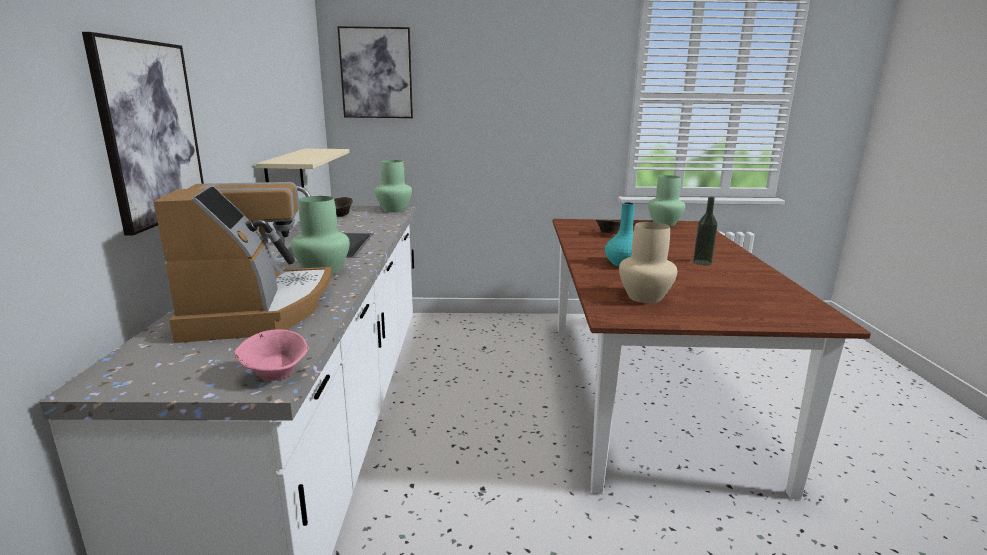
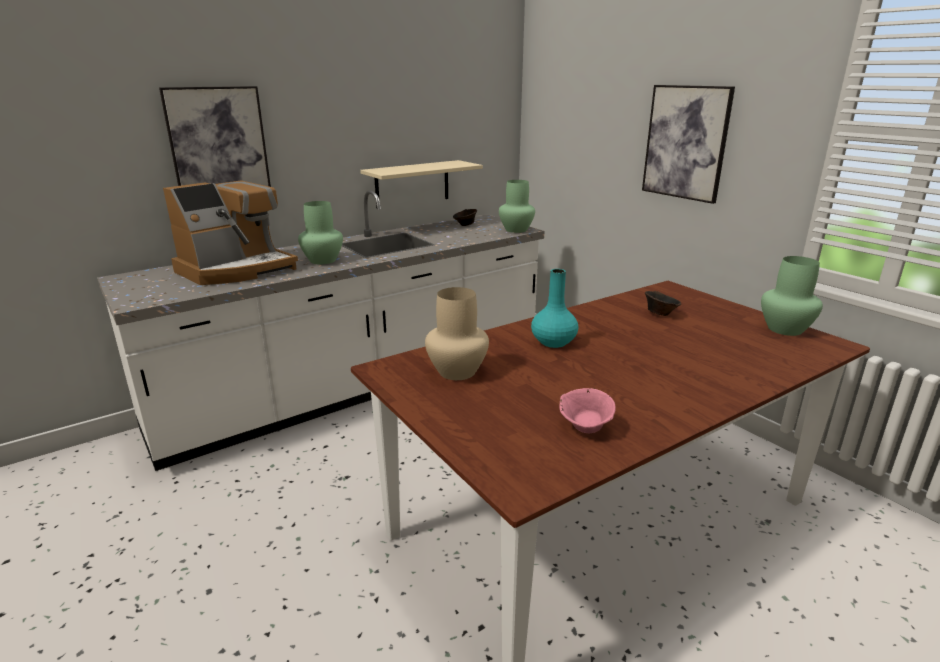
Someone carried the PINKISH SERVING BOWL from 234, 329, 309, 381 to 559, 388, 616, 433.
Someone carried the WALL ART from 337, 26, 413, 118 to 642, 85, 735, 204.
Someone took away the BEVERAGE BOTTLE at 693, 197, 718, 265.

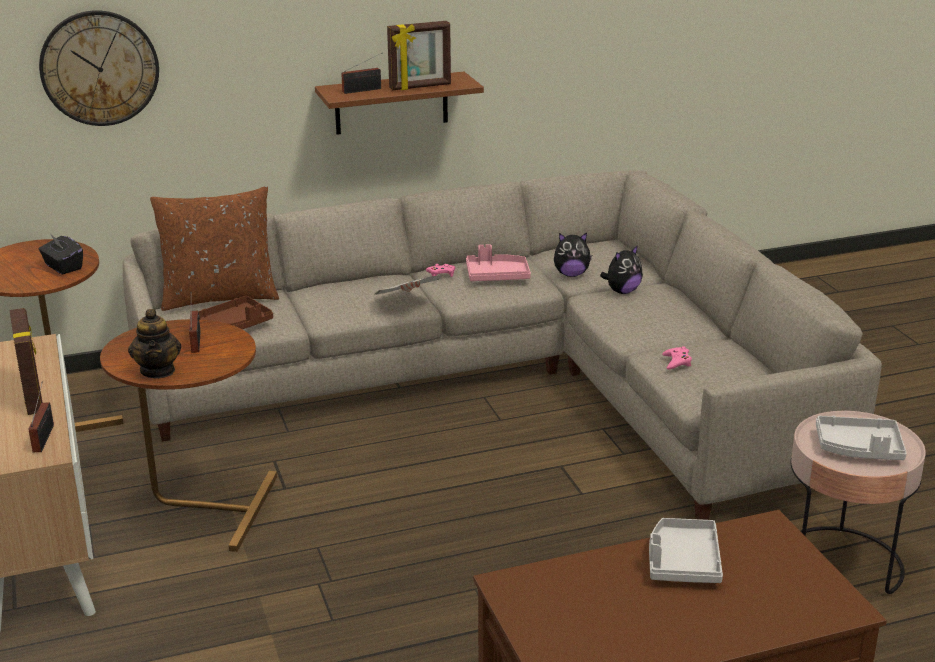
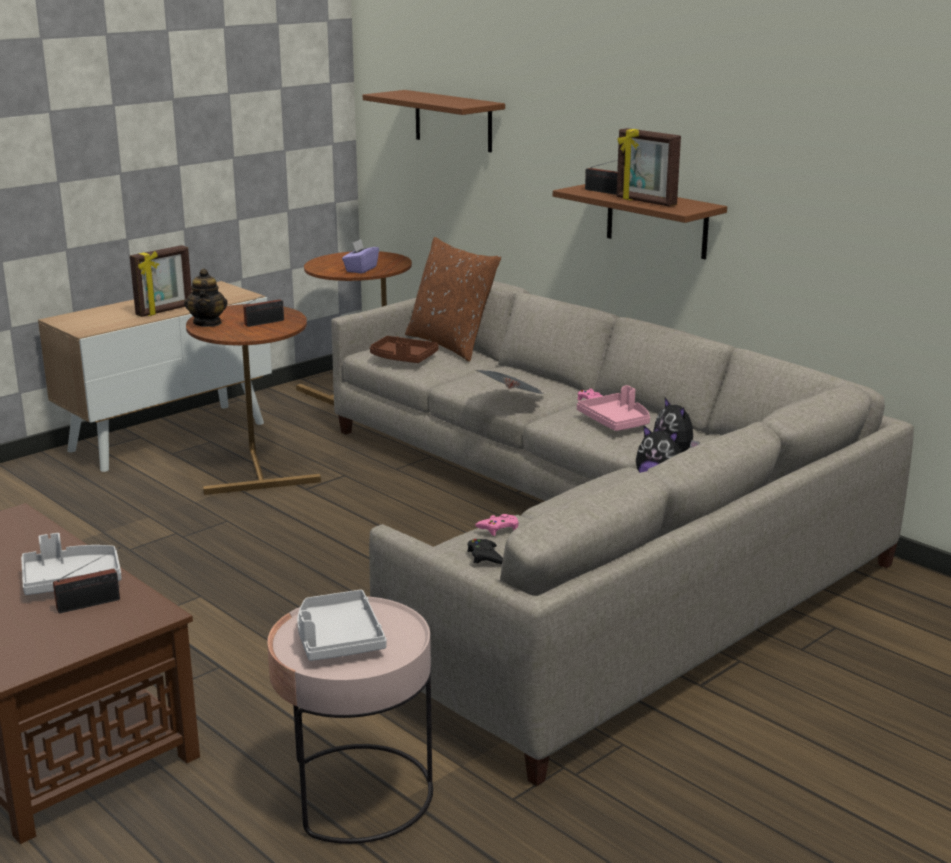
Someone carried the RADIO from 29, 381, 54, 452 to 53, 547, 120, 613.
Someone swapped the HANGING CLOCK at 39, 10, 159, 126 for the BROWN WALL SHELF at 363, 90, 505, 152.
Someone repainted the BLACKISH BOX OF TISSUES at 39, 235, 83, 274, which became the PURPLE BOX OF TISSUES at 342, 239, 379, 274.
Someone rotated the TEAPOT at 128, 309, 181, 378 by 60 degrees counterclockwise.
Someone put down the BLACKISH JOYPAD at 467, 539, 503, 564.

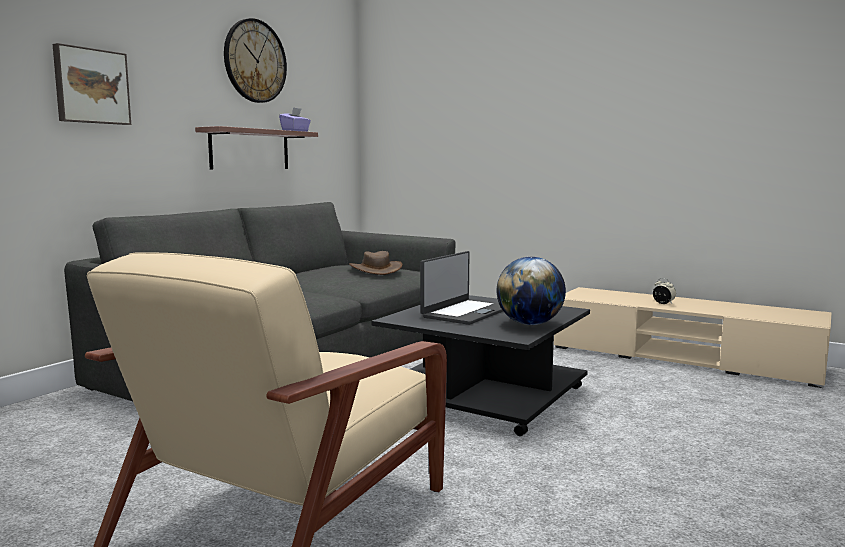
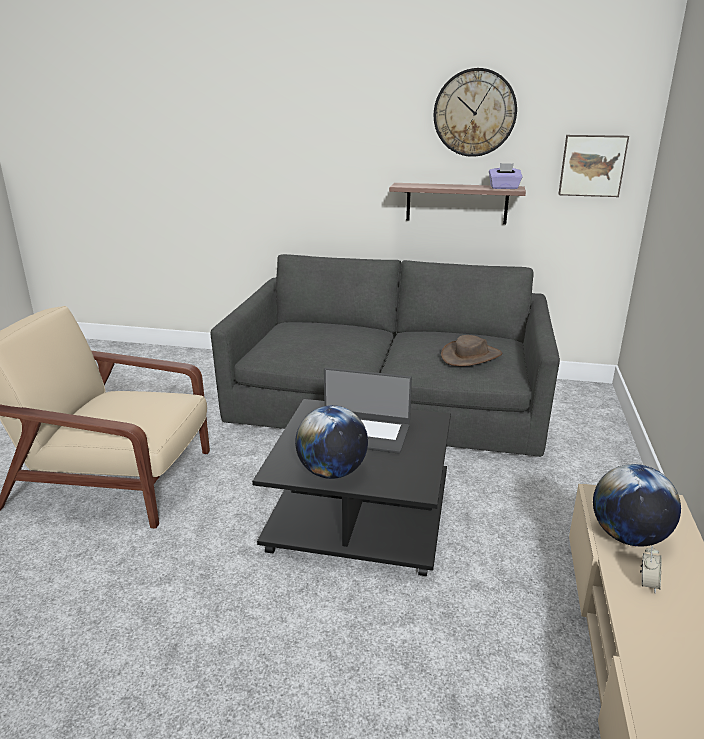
Someone carried the WALL ART from 53, 43, 131, 125 to 559, 135, 629, 197.
Someone put down the GLOBE at 593, 464, 681, 546.

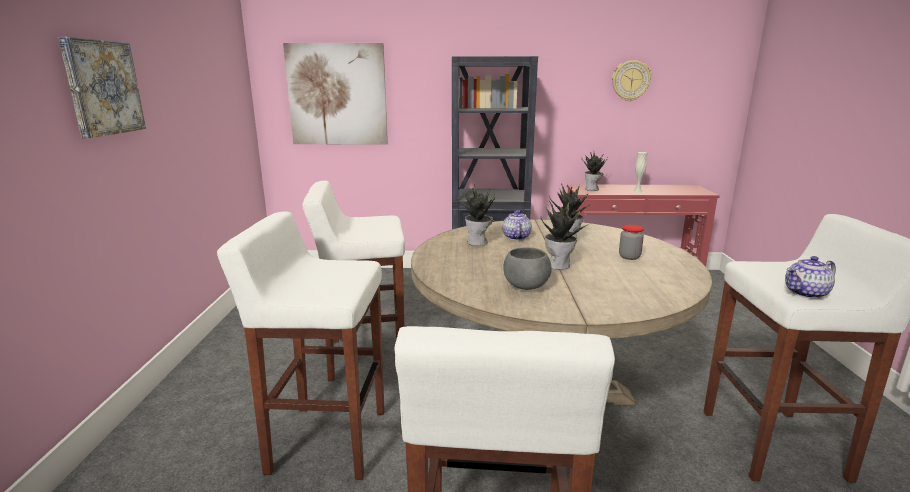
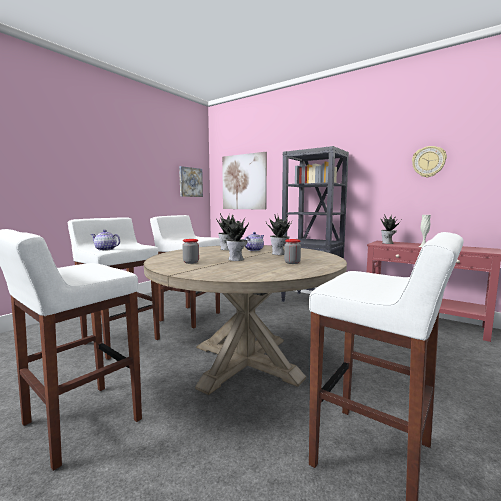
Someone carried the WALL ART from 58, 37, 146, 138 to 179, 166, 203, 197.
Someone swapped the GREYISH SERVING BOWL at 503, 247, 552, 290 for the PRESERVE JAR at 182, 239, 199, 264.
Someone carried the TEAPOT from 785, 256, 836, 299 to 91, 230, 120, 251.

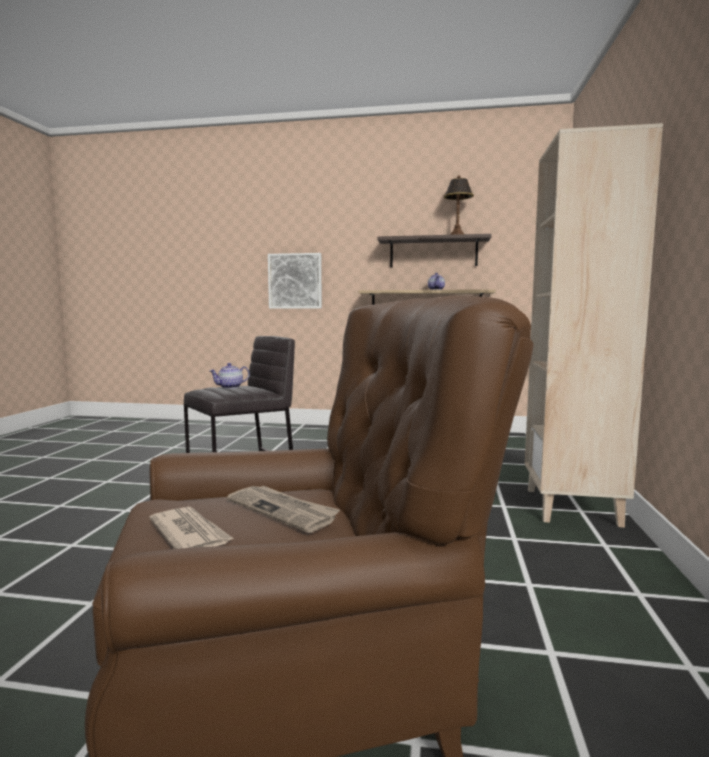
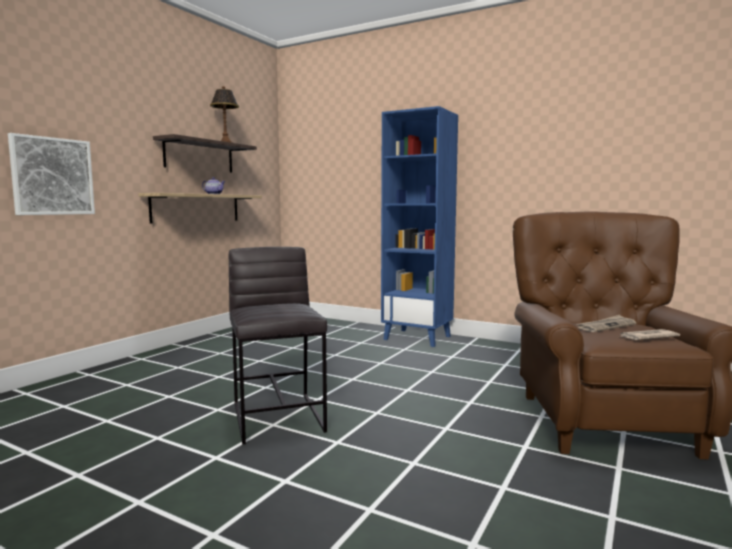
Someone took away the TEAPOT at 210, 363, 250, 389.
Someone repainted the SAND-COLOURED BOOKCASE at 525, 123, 663, 528, which became the BLUE-COLOURED BOOKCASE at 381, 106, 458, 347.

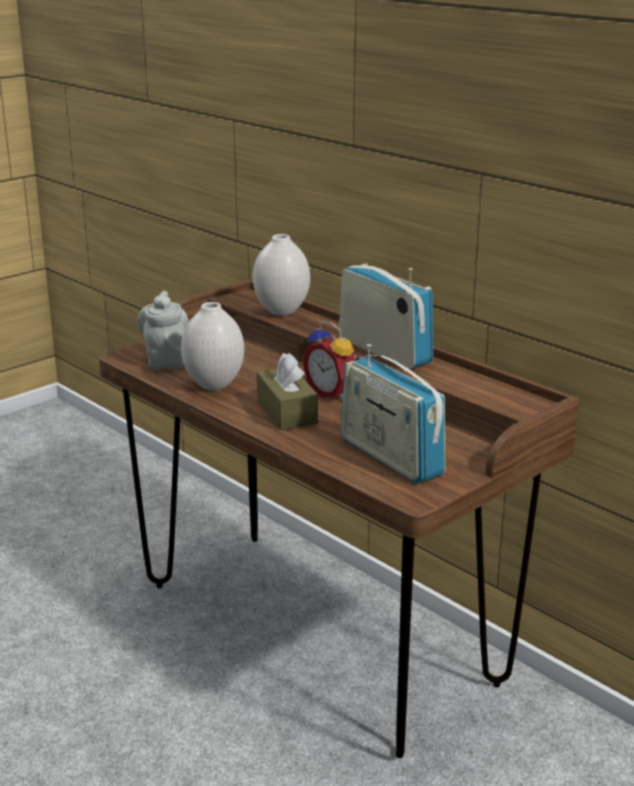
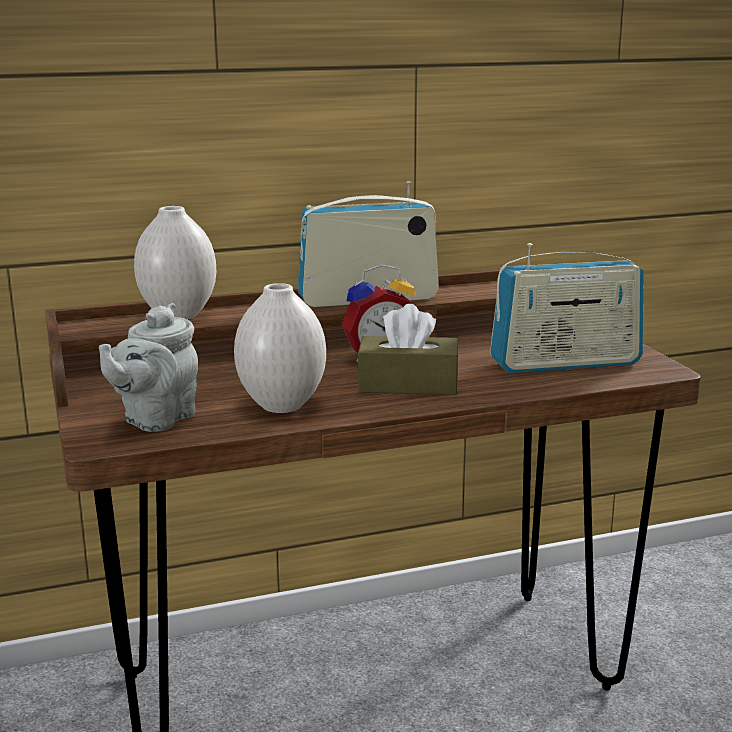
Someone rotated the GREYISH TEAPOT at 137, 291, 189, 369 by 75 degrees counterclockwise.

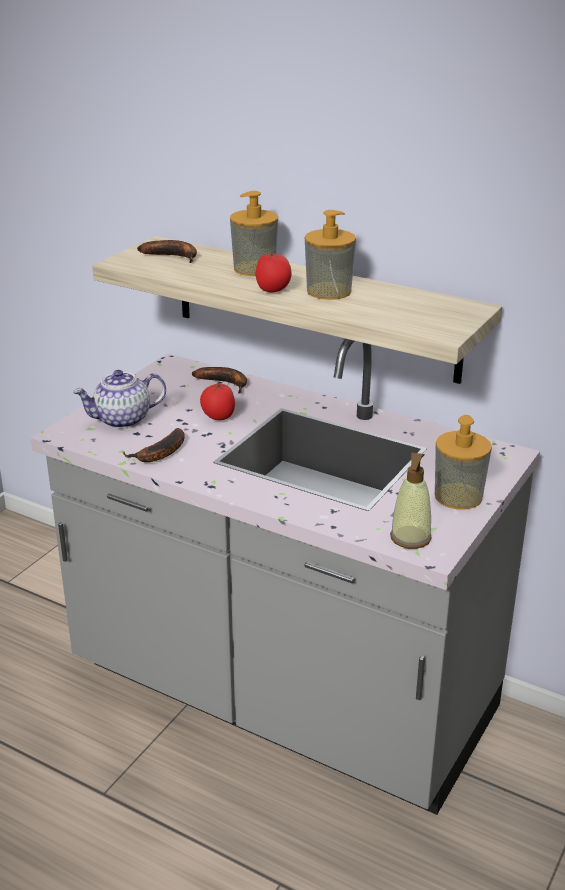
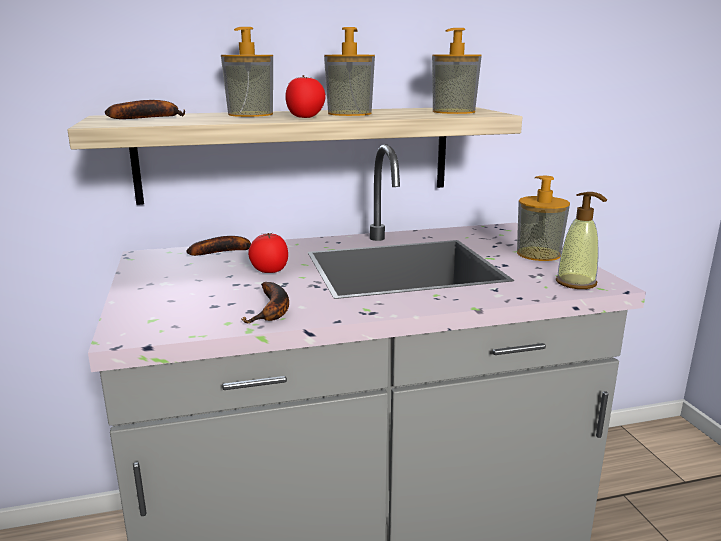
Someone took away the TEAPOT at 73, 370, 166, 429.
Someone put down the LIQUID SOAP BOTTLE at 432, 28, 482, 114.

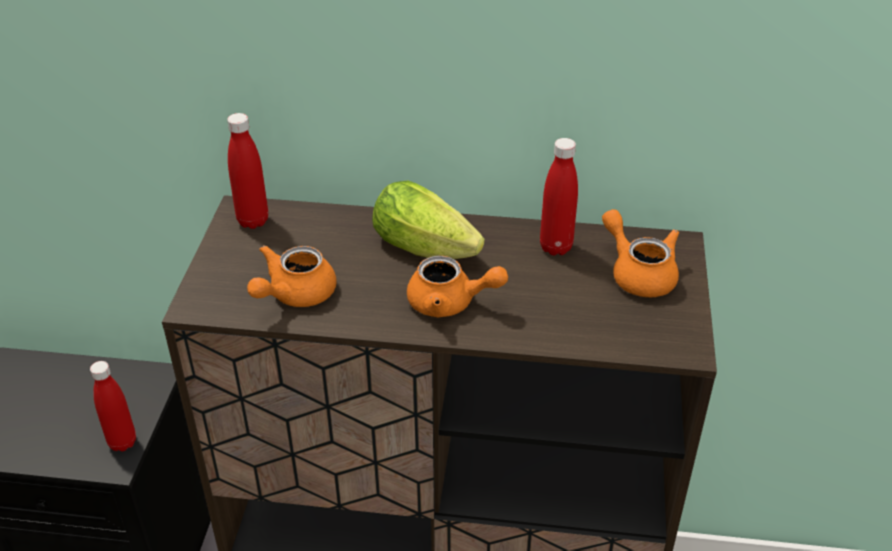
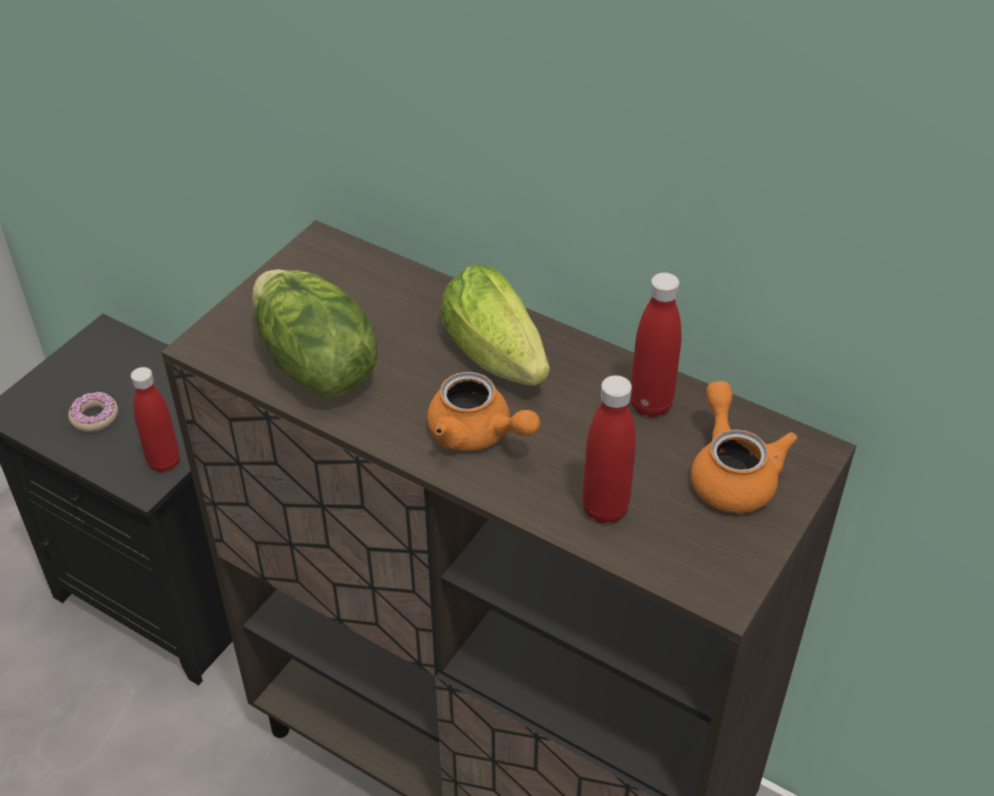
Someone carried the RED BEVERAGE BOTTLE from 227, 113, 268, 229 to 582, 375, 636, 524.
Someone swapped the ORANGE TEAPOT at 247, 245, 336, 307 for the HEAD OF LETTUCE at 252, 269, 377, 398.
Someone put down the DONUT at 68, 392, 118, 432.

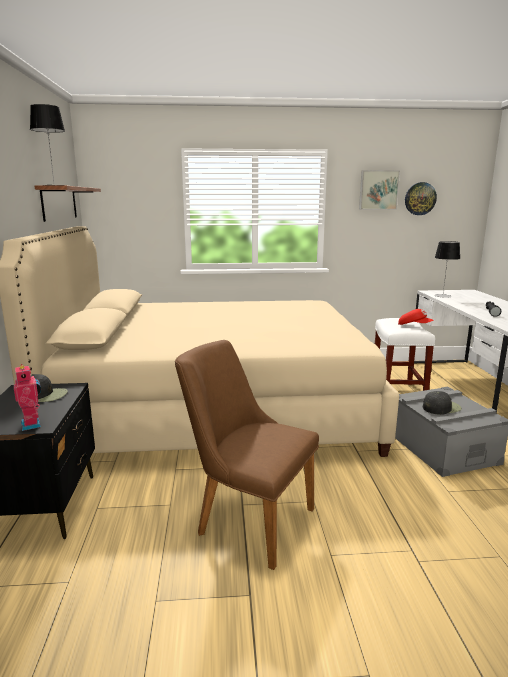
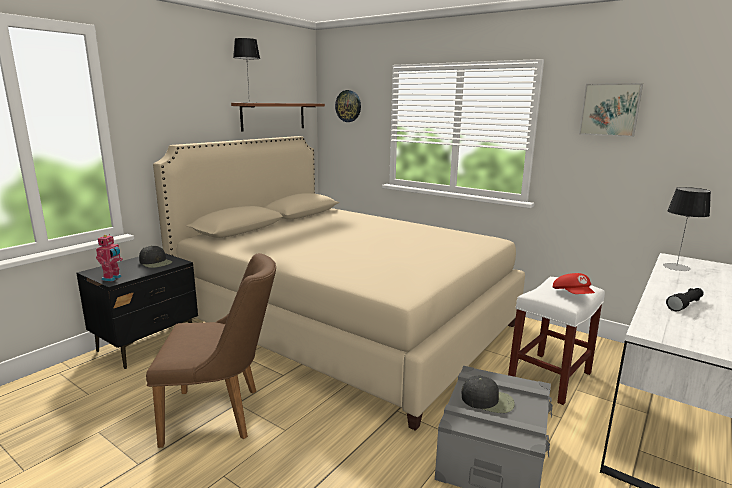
Someone rotated the BROWN UPRIGHT CHAIR at 175, 340, 319, 570 by 105 degrees clockwise.
Someone carried the HANGING CLOCK from 405, 182, 437, 215 to 335, 90, 361, 122.

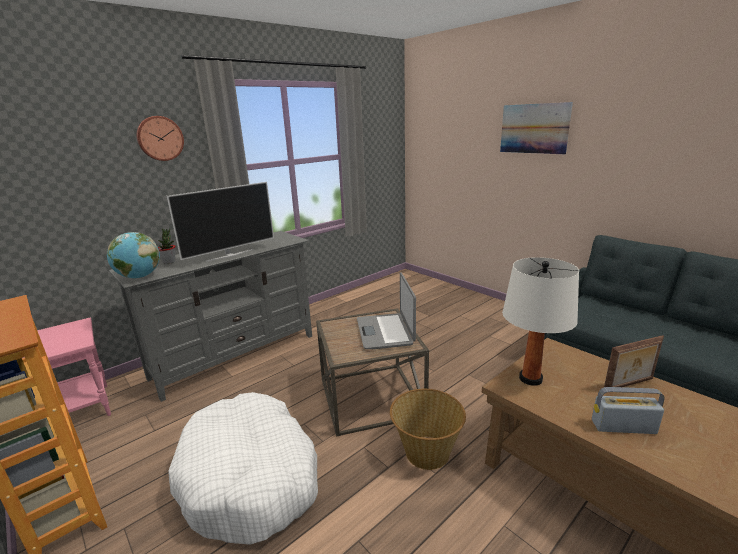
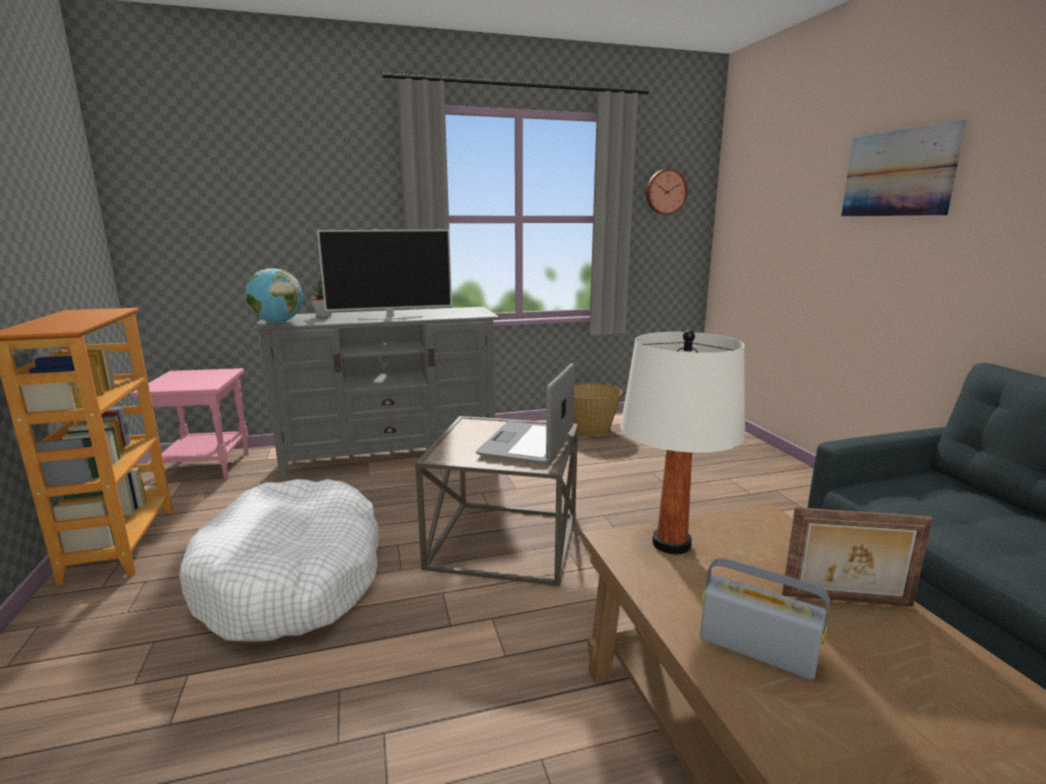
Someone carried the HANGING CLOCK from 137, 116, 184, 161 to 646, 169, 688, 215.
Someone carried the BASKET from 390, 389, 466, 470 to 573, 383, 623, 436.

